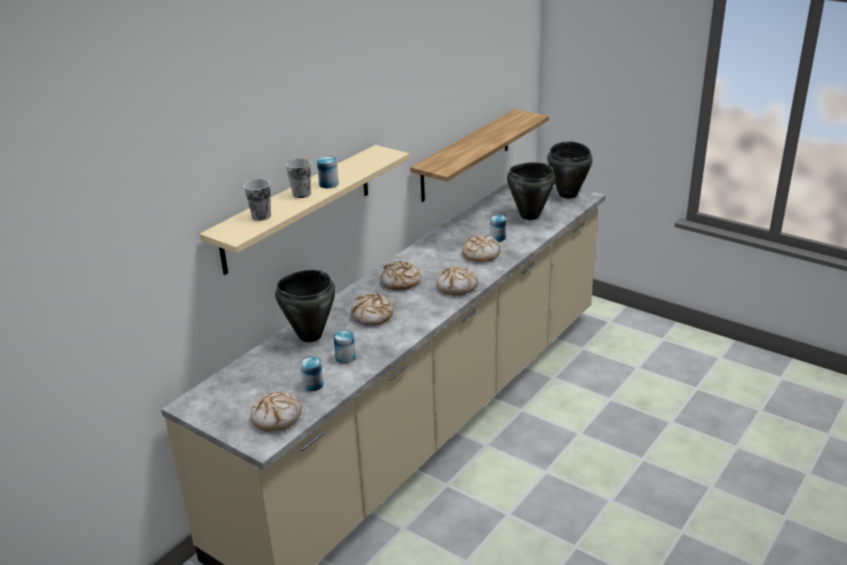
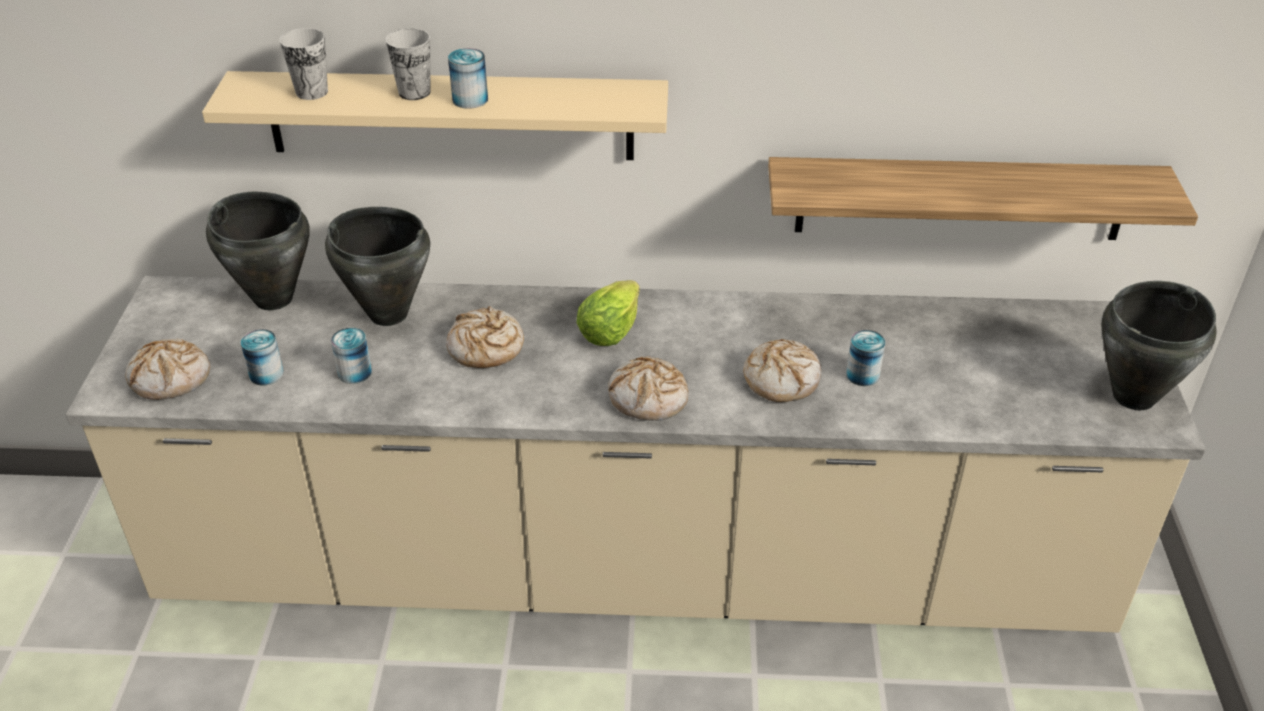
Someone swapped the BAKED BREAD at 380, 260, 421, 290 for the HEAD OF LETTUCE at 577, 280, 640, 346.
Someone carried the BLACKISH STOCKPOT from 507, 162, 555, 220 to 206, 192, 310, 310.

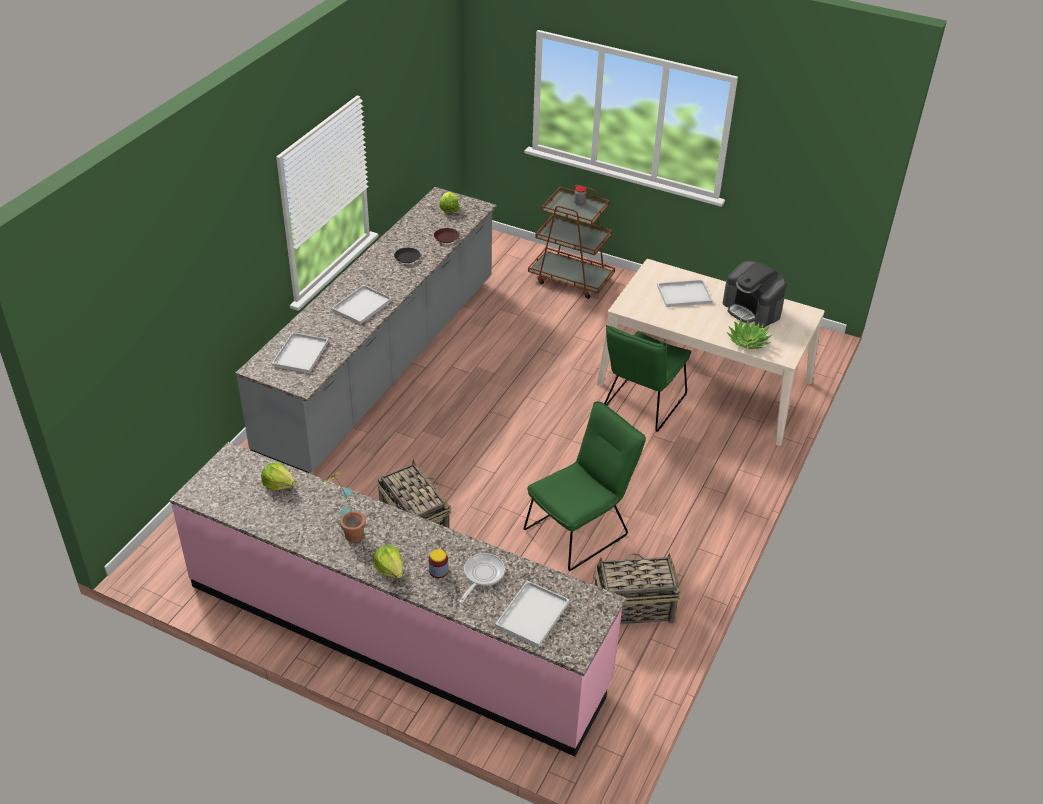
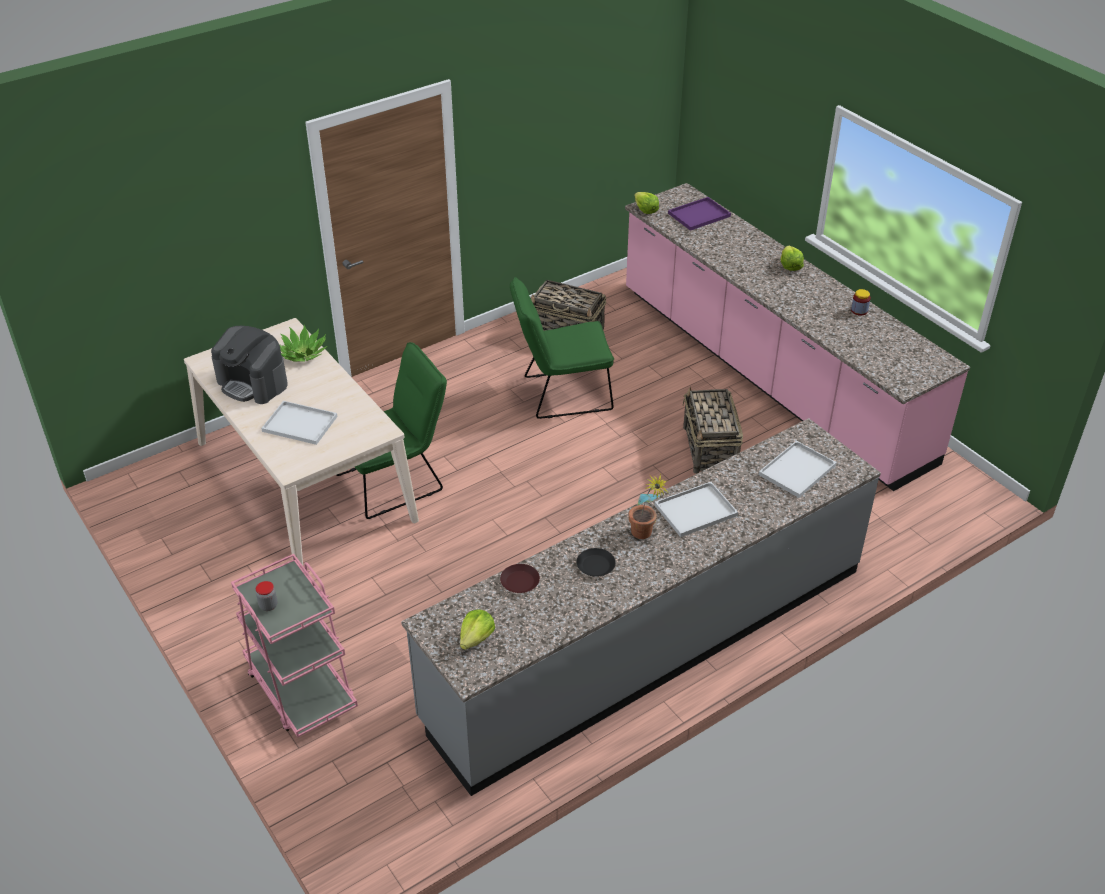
Someone carried the HEAD OF LETTUCE from 261, 462, 296, 490 to 634, 192, 659, 214.
Someone carried the HOUSEPLANT from 326, 471, 366, 542 to 628, 474, 669, 539.
Someone carried the PRESERVE JAR from 429, 549, 448, 578 to 851, 289, 871, 316.
Someone took away the PAN at 459, 553, 505, 603.
Someone repainted the WHITE TRAY at 495, 580, 570, 648, which became the PURPLE TRAY at 668, 197, 731, 231.
Someone repainted the BROWN WHEELED CART at 528, 185, 615, 299, which became the PINKISH WHEELED CART at 231, 554, 358, 738.
Someone rotated the COFFEE BREWER at 723, 261, 786, 328 by 135 degrees clockwise.

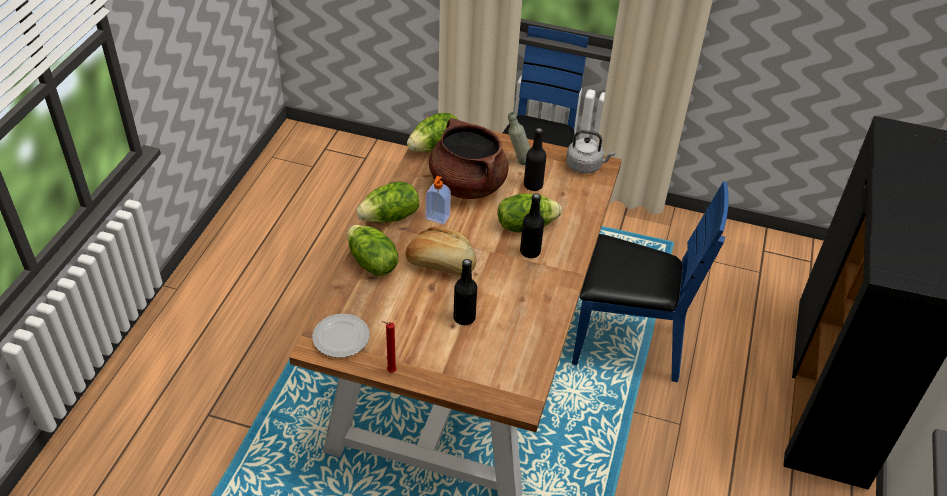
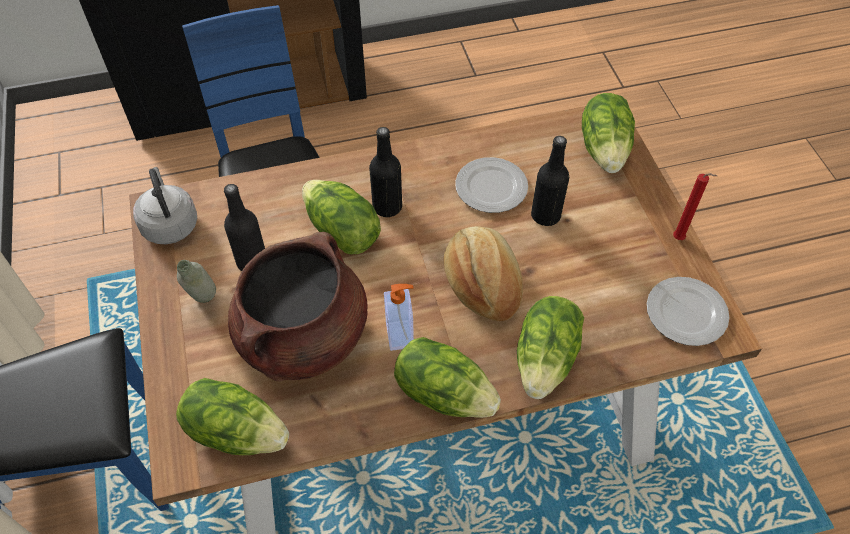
Someone put down the PLATE at 455, 157, 528, 213.
Someone put down the HEAD OF LETTUCE at 582, 93, 635, 173.

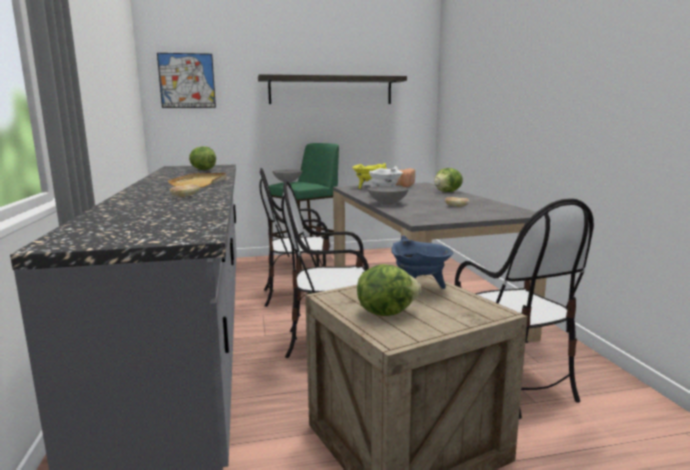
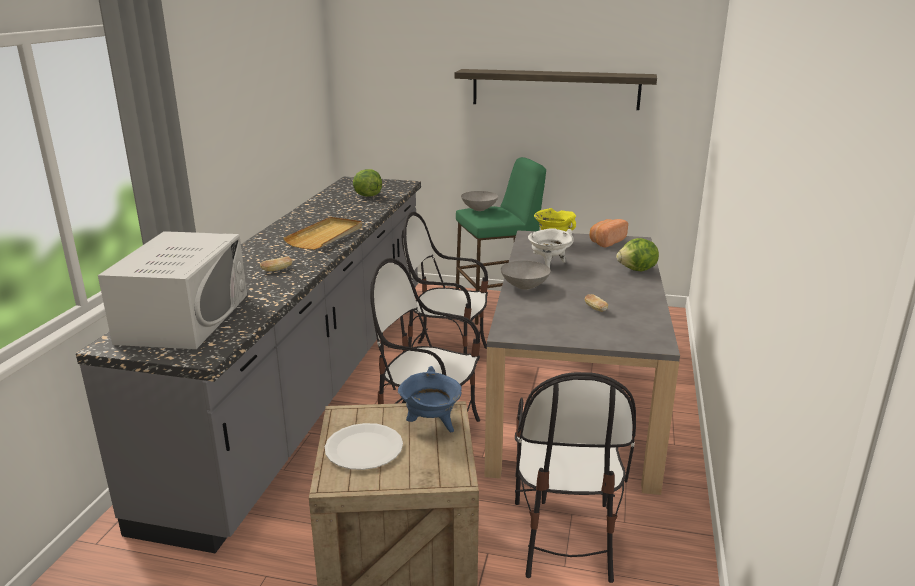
Someone took away the WALL ART at 157, 53, 216, 108.
Someone swapped the HEAD OF LETTUCE at 357, 264, 421, 316 for the WHITE PLATE at 325, 423, 403, 470.
Someone put down the WHITE MICROWAVE at 98, 231, 247, 349.

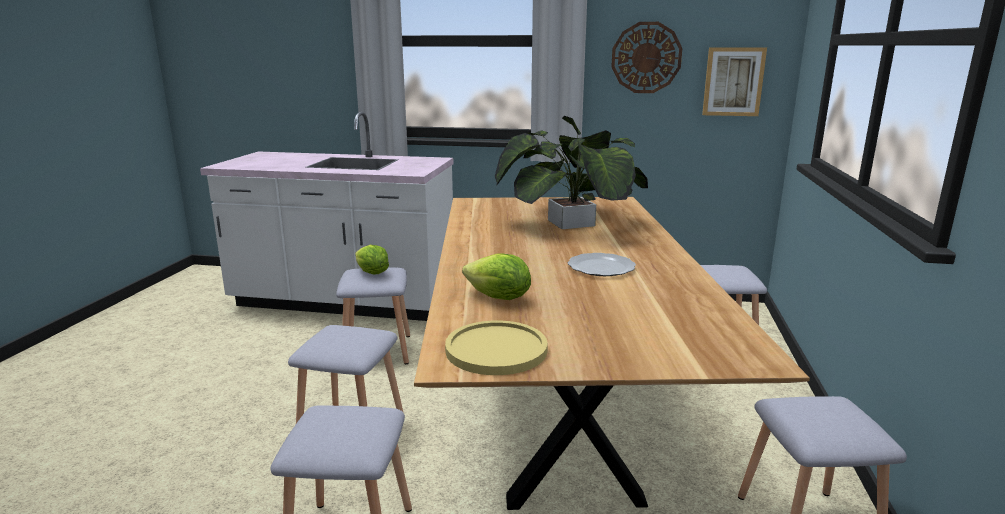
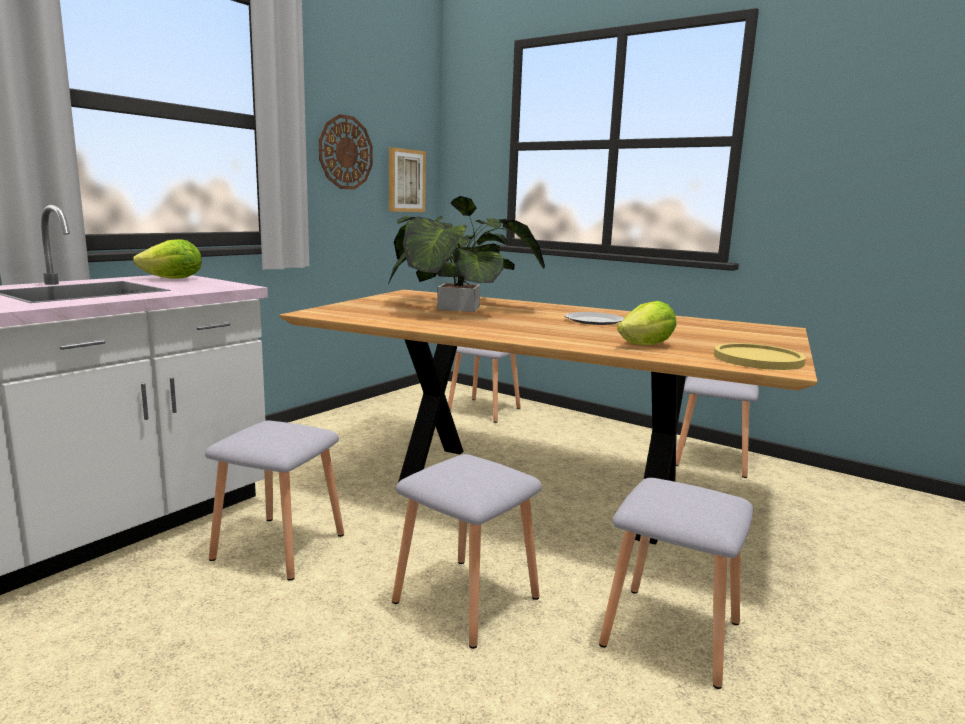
Someone carried the HEAD OF LETTUCE from 355, 245, 389, 274 to 133, 239, 202, 279.

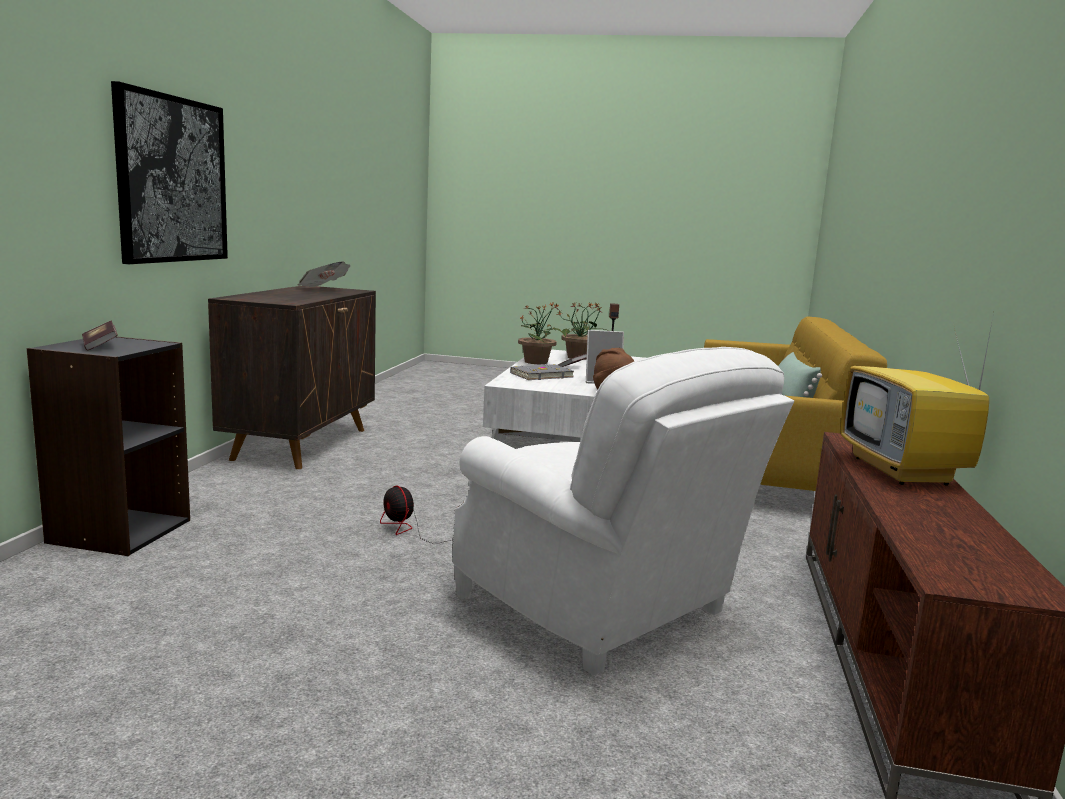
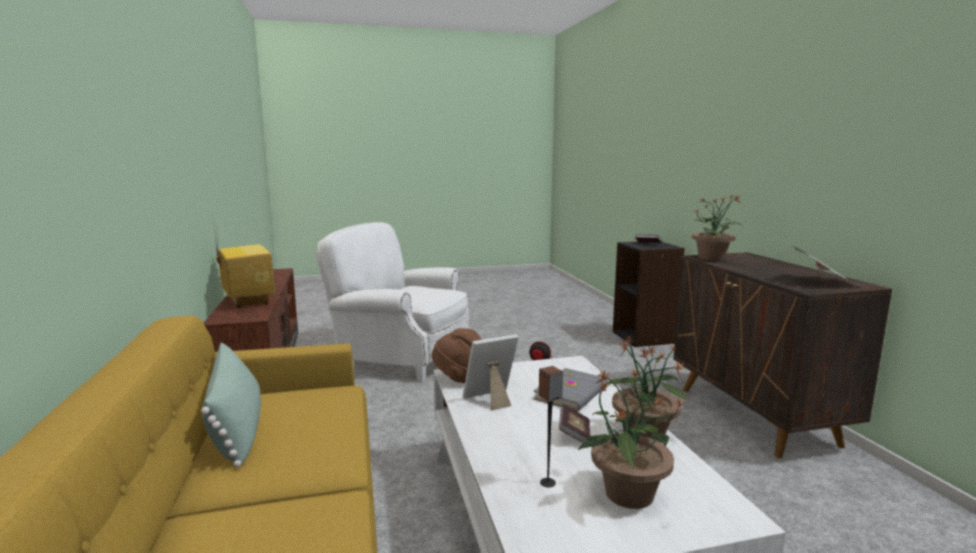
Someone took away the WALL ART at 111, 81, 228, 264.
Someone put down the HOUSEPLANT at 692, 194, 743, 261.

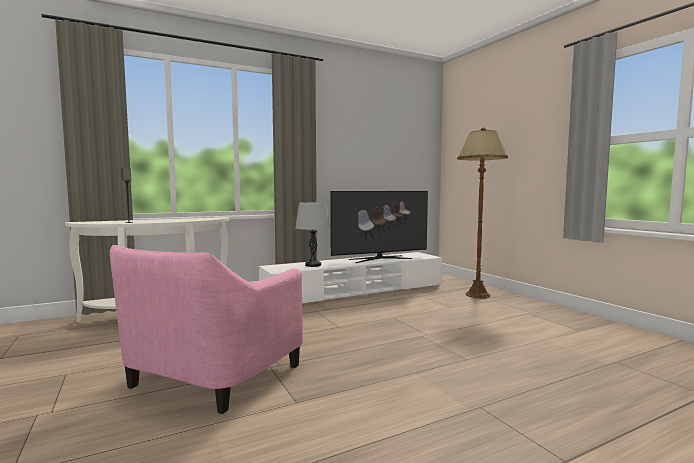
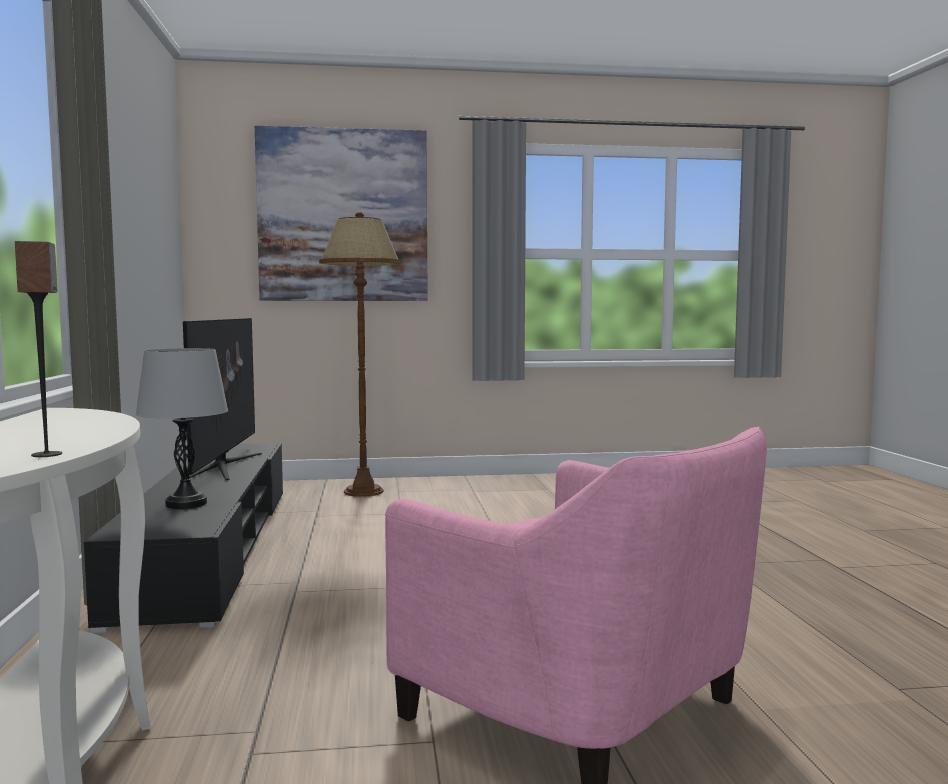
Someone repainted the WHITE TV STAND at 259, 252, 442, 303, which became the BLACKISH TV STAND at 84, 443, 283, 633.
Someone put up the WALL ART at 255, 126, 428, 301.

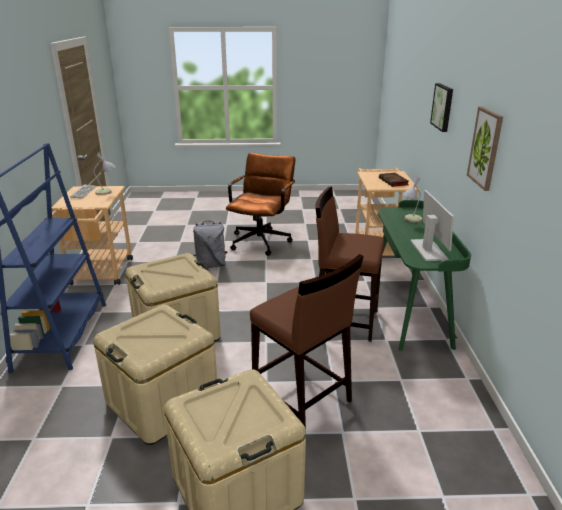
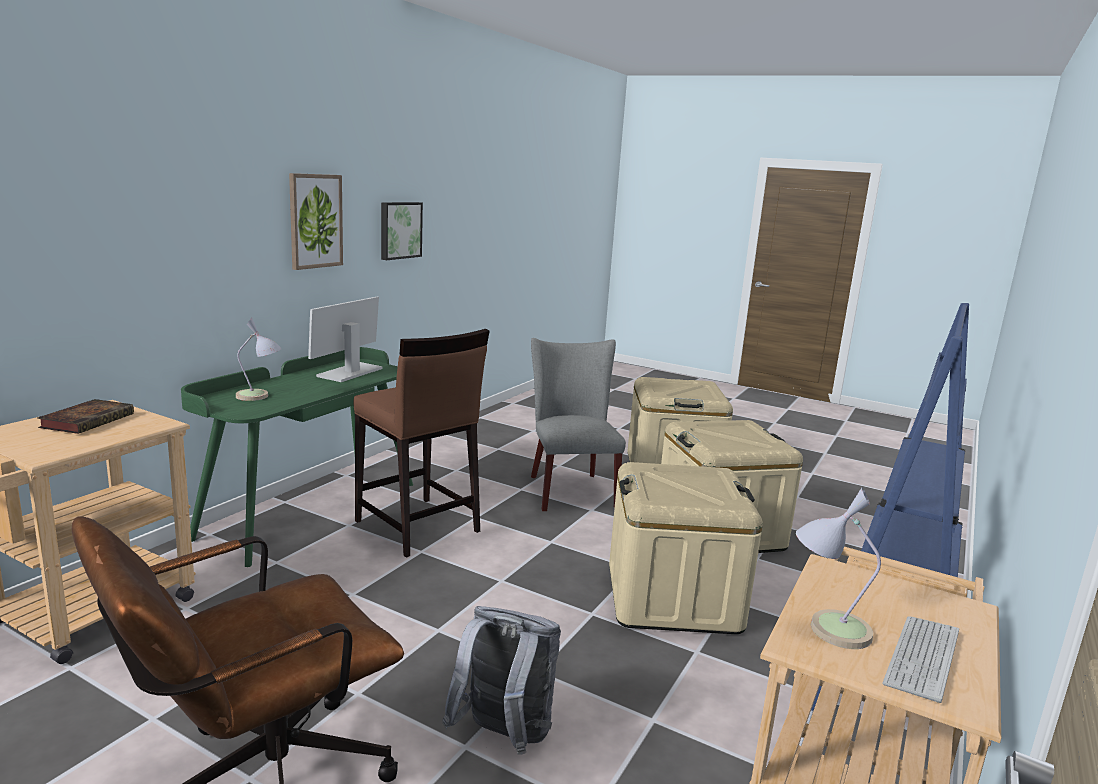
Someone swapped the BROWN STOOL at 250, 254, 364, 429 for the GREYISH UPRIGHT CHAIR at 531, 338, 626, 511.
Someone carried the WALL ART from 430, 83, 453, 132 to 381, 202, 423, 260.

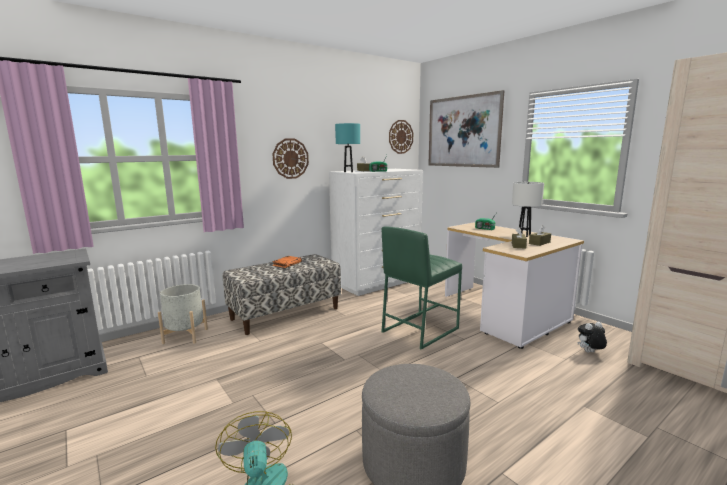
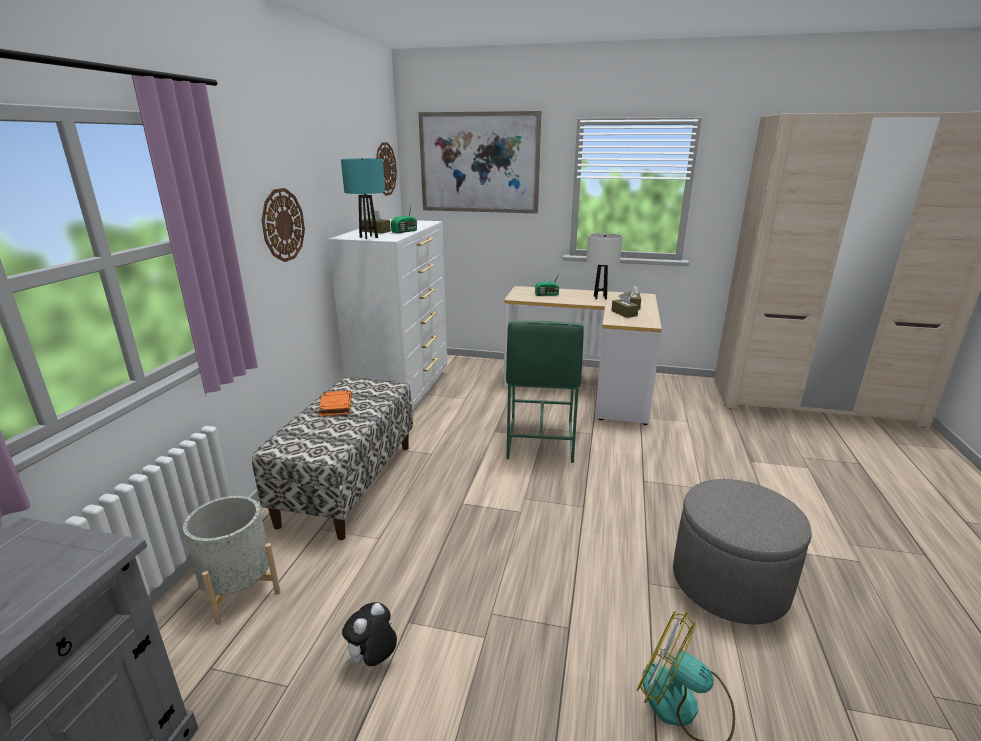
Someone carried the SOFT TOY from 577, 322, 607, 353 to 342, 602, 397, 666.

